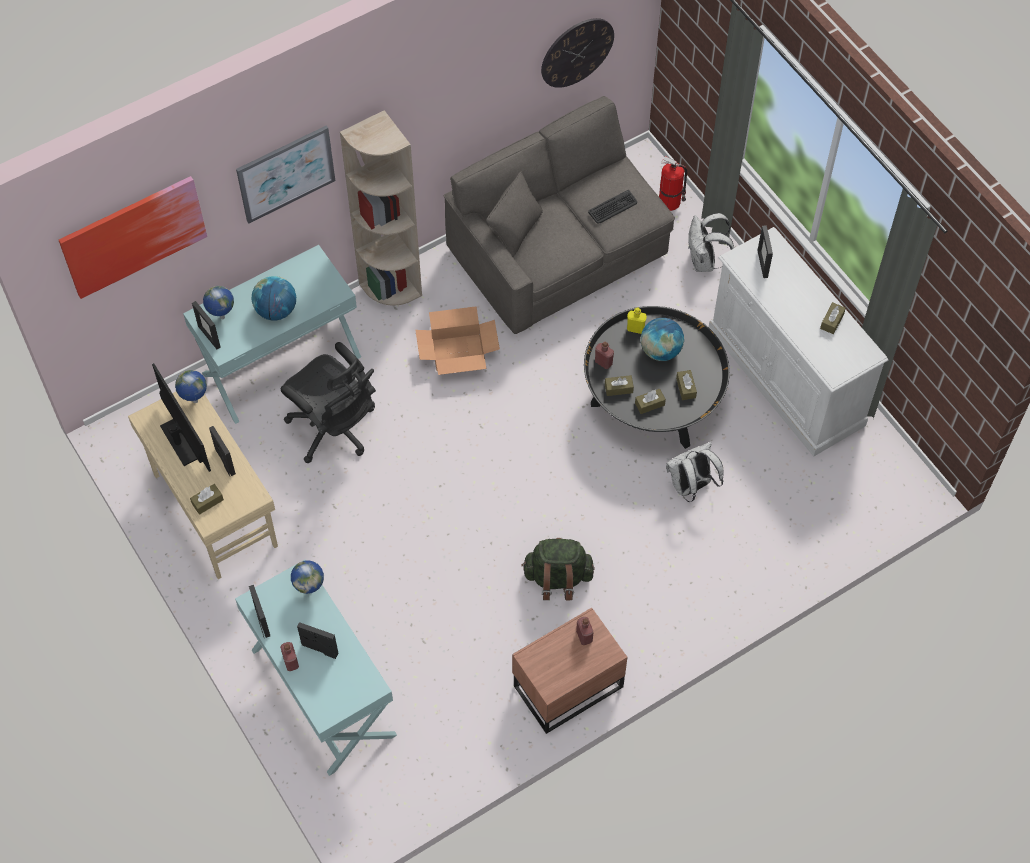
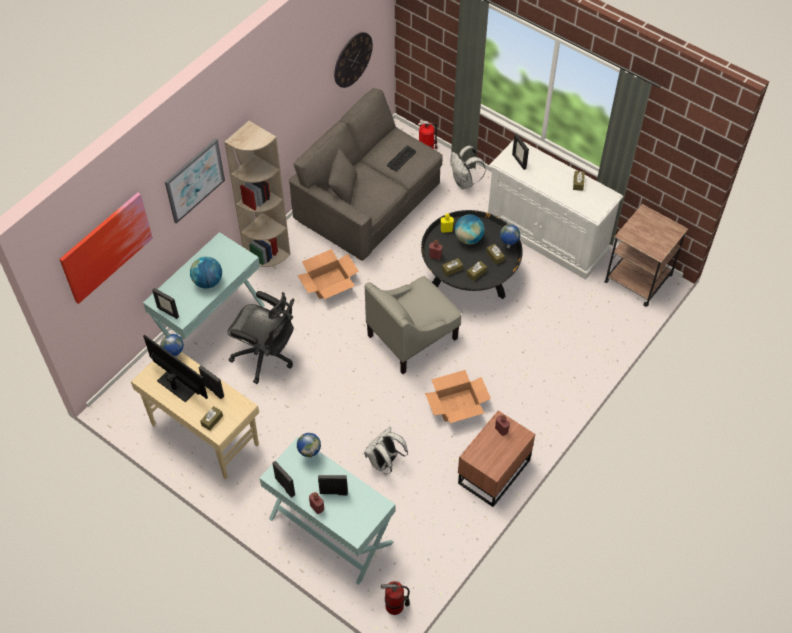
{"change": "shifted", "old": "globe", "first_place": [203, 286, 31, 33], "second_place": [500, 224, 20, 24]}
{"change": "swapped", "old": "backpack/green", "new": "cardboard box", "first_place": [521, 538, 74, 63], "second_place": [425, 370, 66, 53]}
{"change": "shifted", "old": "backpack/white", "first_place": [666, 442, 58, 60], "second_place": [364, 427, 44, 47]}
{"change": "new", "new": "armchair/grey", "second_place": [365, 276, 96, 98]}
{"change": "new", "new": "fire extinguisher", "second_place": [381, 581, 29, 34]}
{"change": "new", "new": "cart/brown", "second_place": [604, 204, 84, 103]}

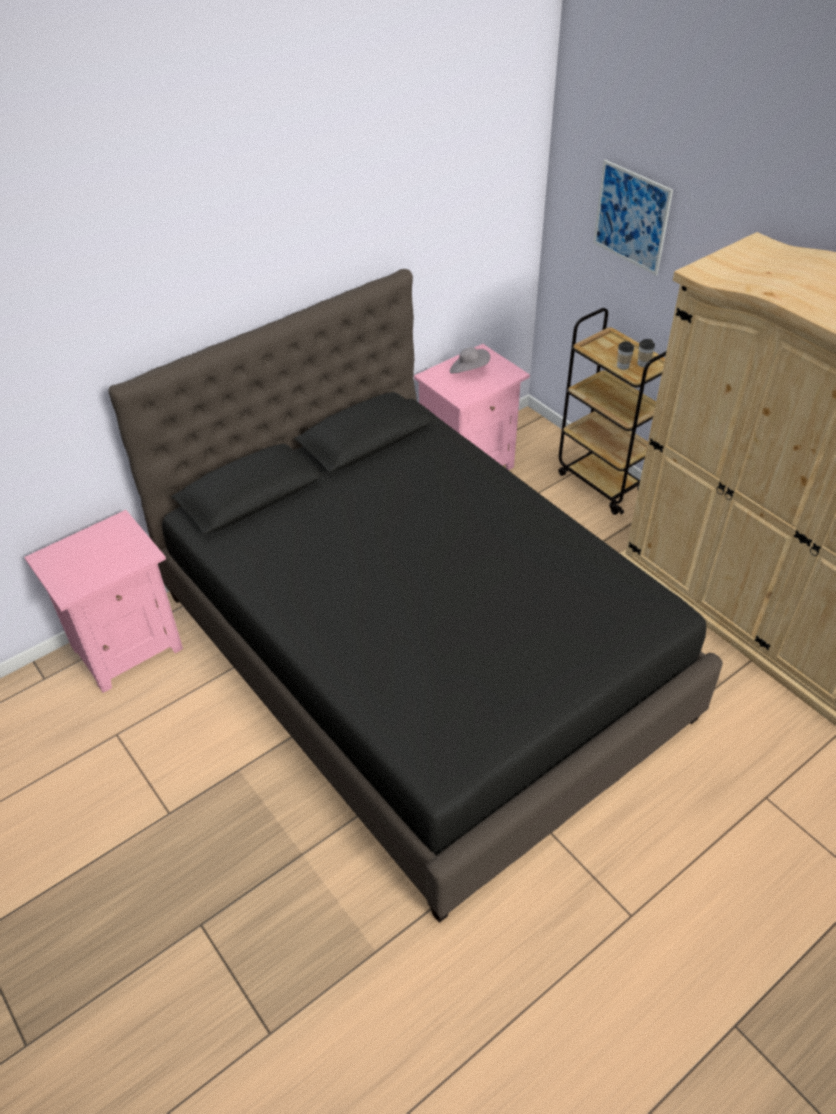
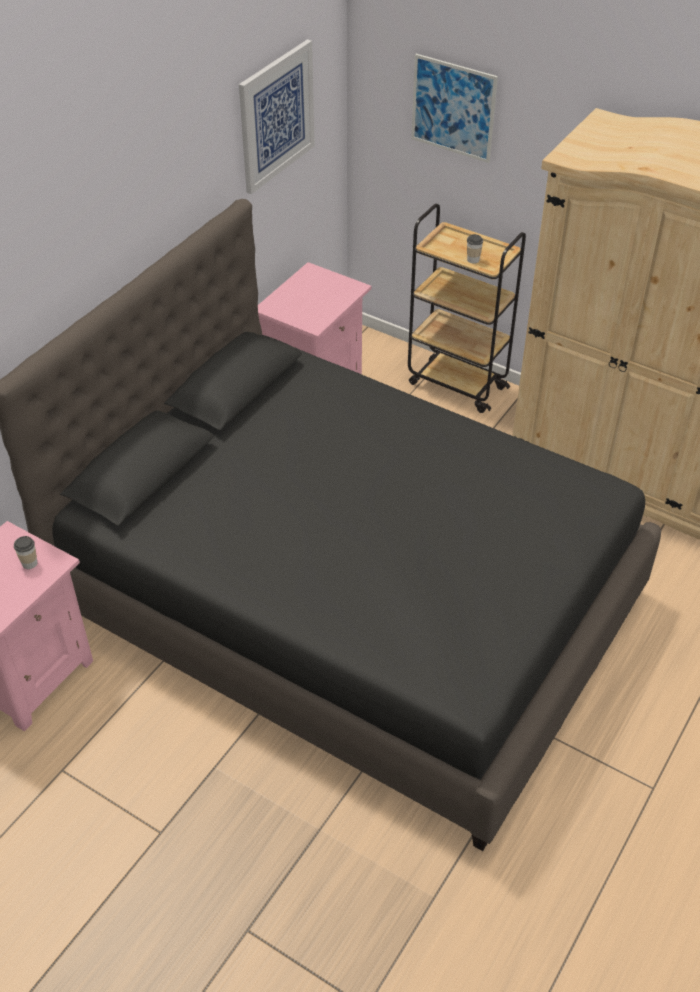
{"change": "gone", "old": "hat/grey", "first_place": [450, 347, 40, 27]}
{"change": "shifted", "old": "cup", "first_place": [638, 339, 17, 28], "second_place": [14, 536, 23, 33]}
{"change": "new", "new": "picture", "second_place": [239, 39, 76, 155]}

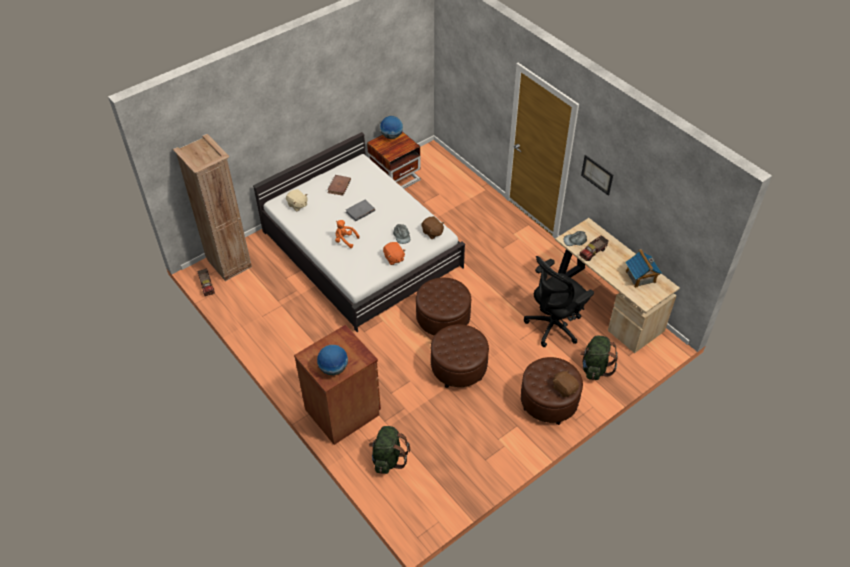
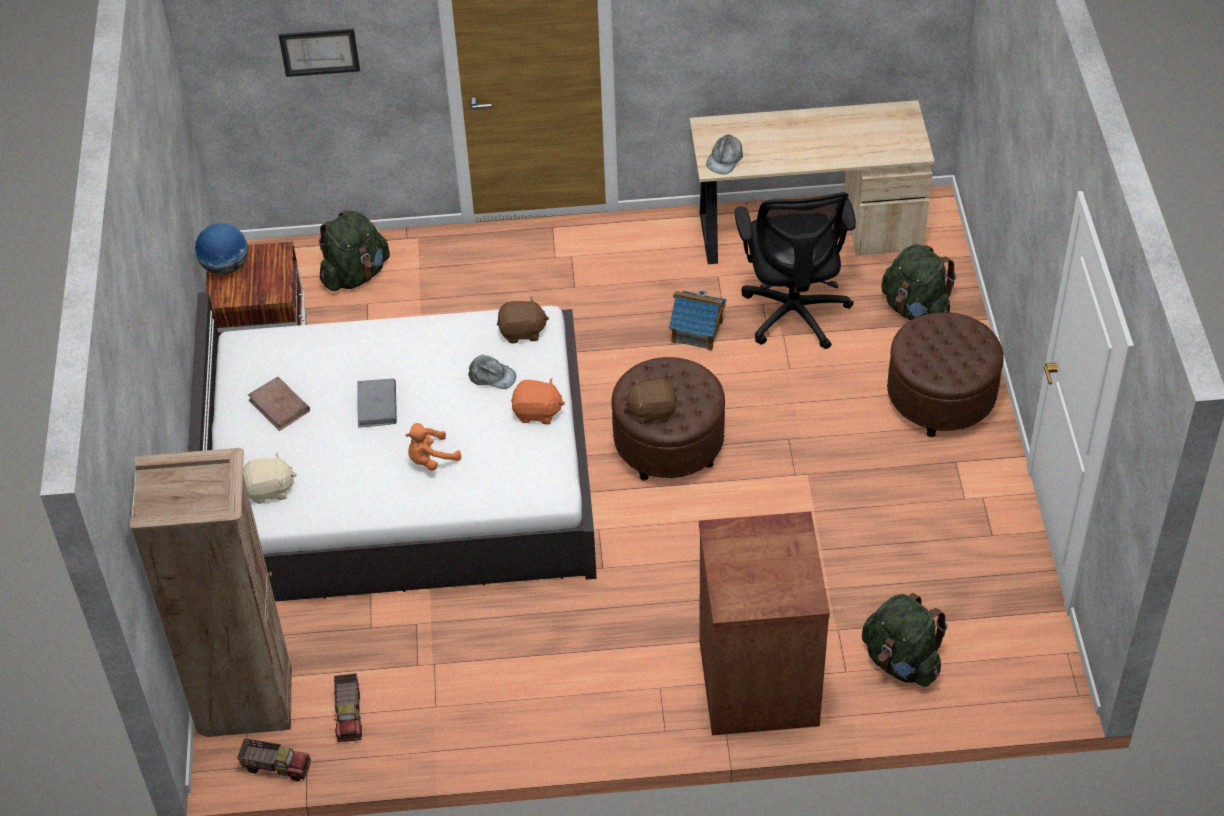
{"change": "gone", "old": "globe", "first_place": [317, 345, 31, 30]}
{"change": "gone", "old": "ottoman/brown", "first_place": [431, 324, 58, 64]}
{"change": "shifted", "old": "plush toy/brown", "first_place": [553, 370, 26, 27], "second_place": [624, 379, 53, 45]}
{"change": "shifted", "old": "toy truck", "first_place": [579, 235, 30, 26], "second_place": [334, 673, 28, 69]}
{"change": "shifted", "old": "picture", "first_place": [581, 155, 32, 41], "second_place": [279, 29, 81, 48]}
{"change": "shifted", "old": "toy house", "first_place": [625, 249, 37, 39], "second_place": [669, 290, 57, 61]}
{"change": "new", "new": "backpack/green", "second_place": [319, 210, 71, 81]}

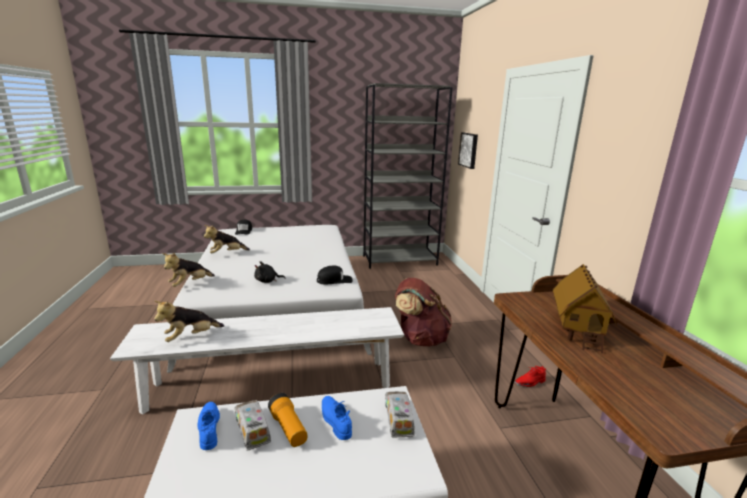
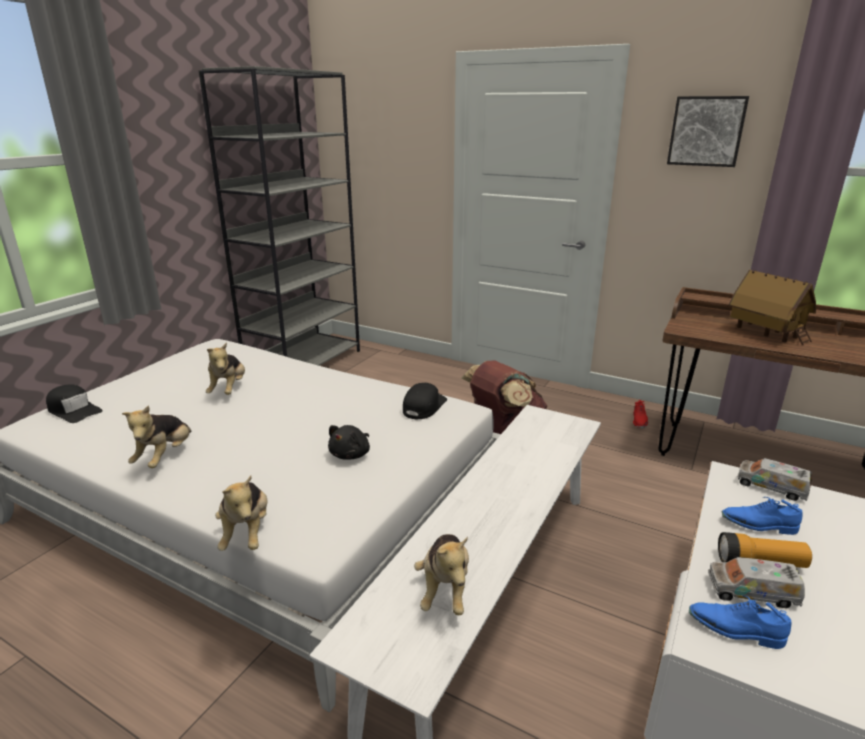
{"change": "shifted", "old": "picture", "first_place": [458, 133, 20, 36], "second_place": [667, 96, 82, 71]}
{"change": "new", "new": "plush toy", "second_place": [206, 342, 39, 53]}

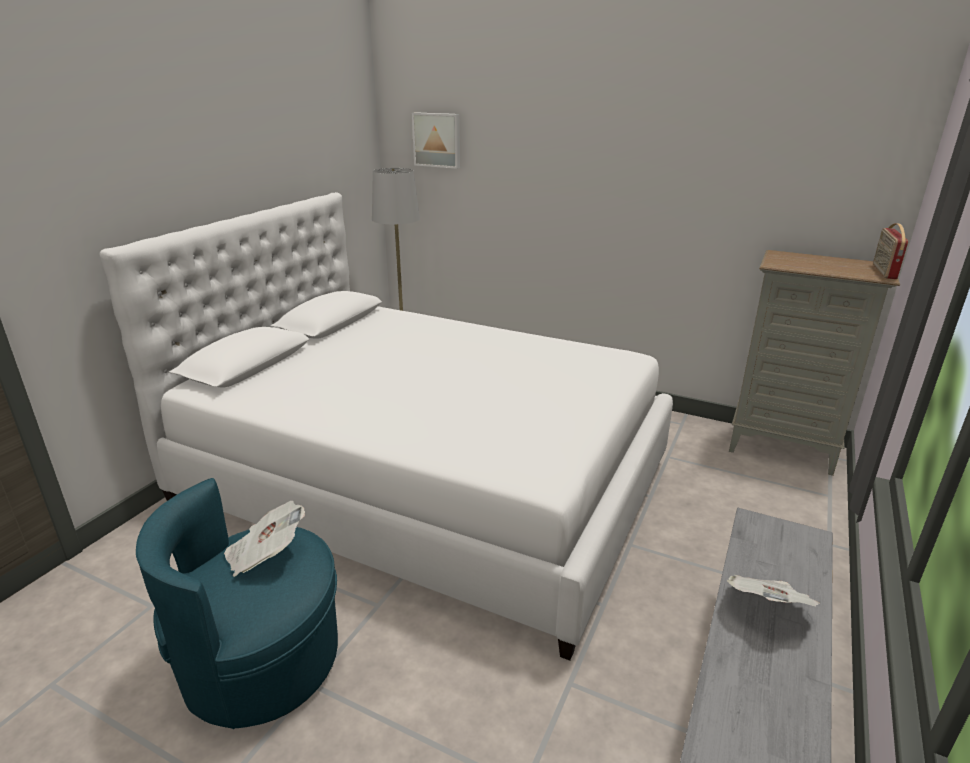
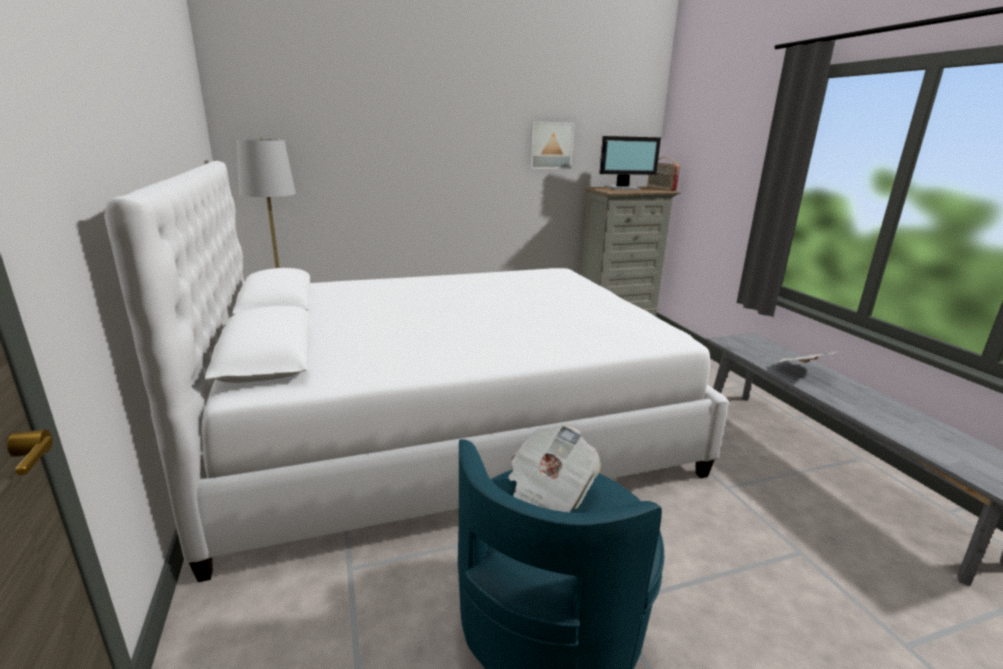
{"change": "shifted", "old": "picture", "first_place": [412, 112, 48, 57], "second_place": [529, 121, 45, 48]}
{"change": "new", "new": "monitor", "second_place": [599, 136, 62, 54]}

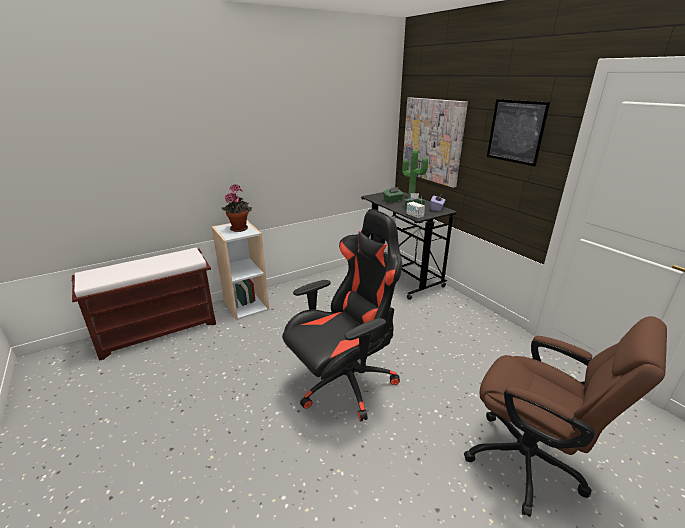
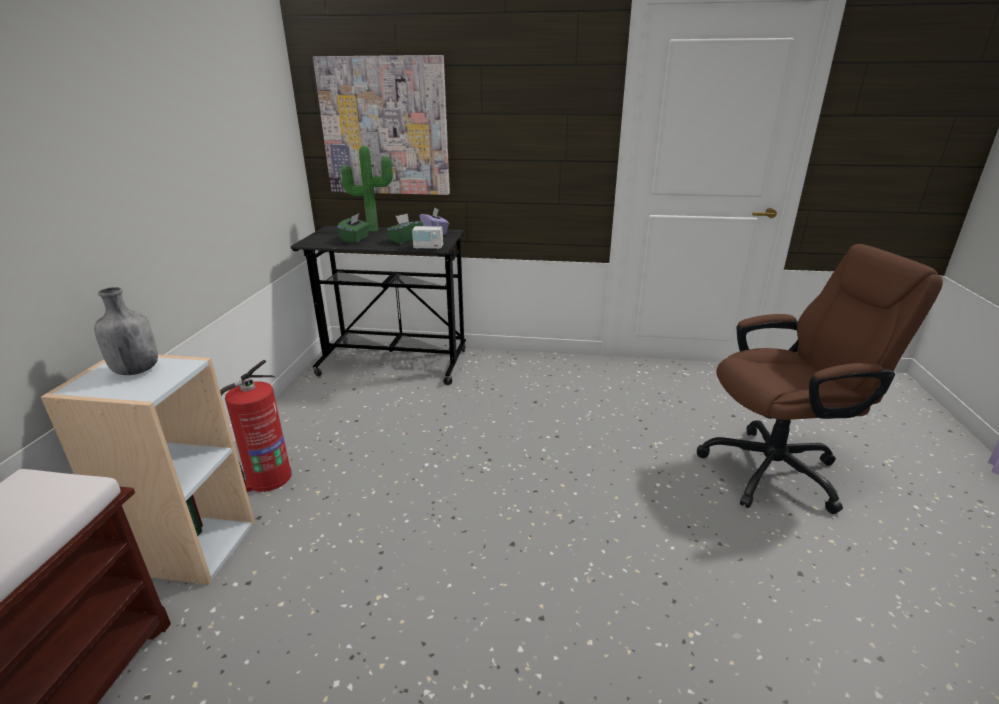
{"change": "swapped", "old": "potted plant", "new": "bottle/grey", "first_place": [222, 184, 30, 48], "second_place": [94, 287, 64, 88]}
{"change": "gone", "old": "office chair/black", "first_place": [282, 209, 120, 212]}
{"change": "gone", "old": "picture", "first_place": [487, 99, 63, 68]}
{"change": "new", "new": "fire extinguisher", "second_place": [220, 360, 72, 132]}

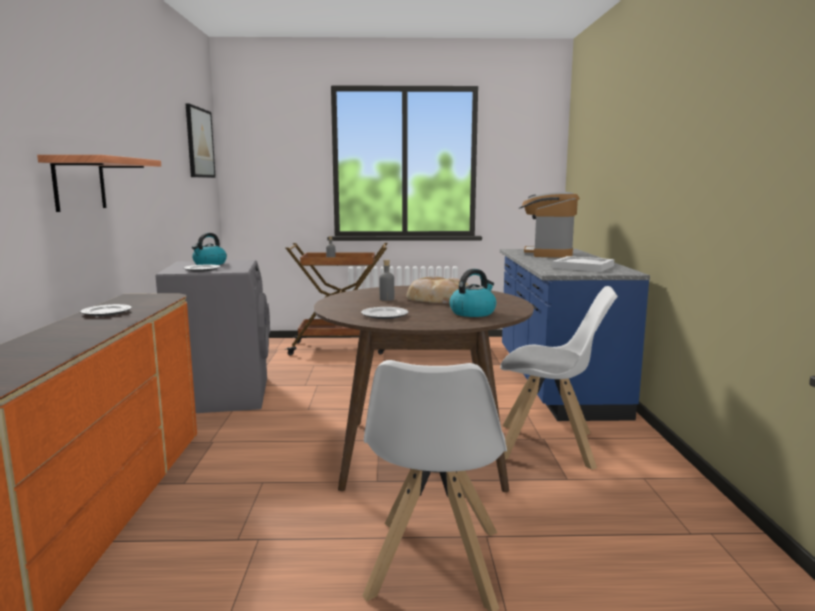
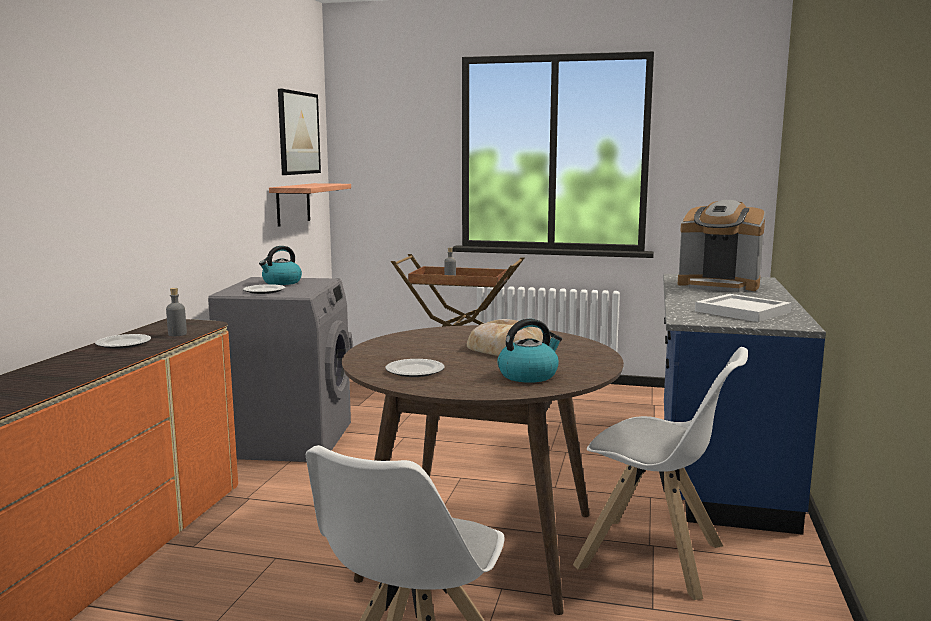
{"change": "shifted", "old": "shelf", "first_place": [37, 155, 124, 57], "second_place": [269, 183, 82, 44]}
{"change": "shifted", "old": "bottle/grey", "first_place": [379, 260, 15, 41], "second_place": [166, 288, 21, 48]}
{"change": "rotated", "old": "coffee machine", "first_place": [519, 192, 61, 66], "second_place": [678, 200, 88, 92], "degrees": -90}

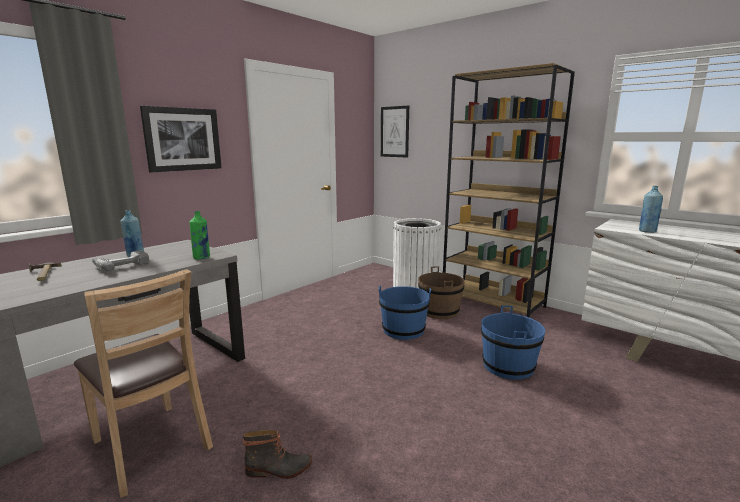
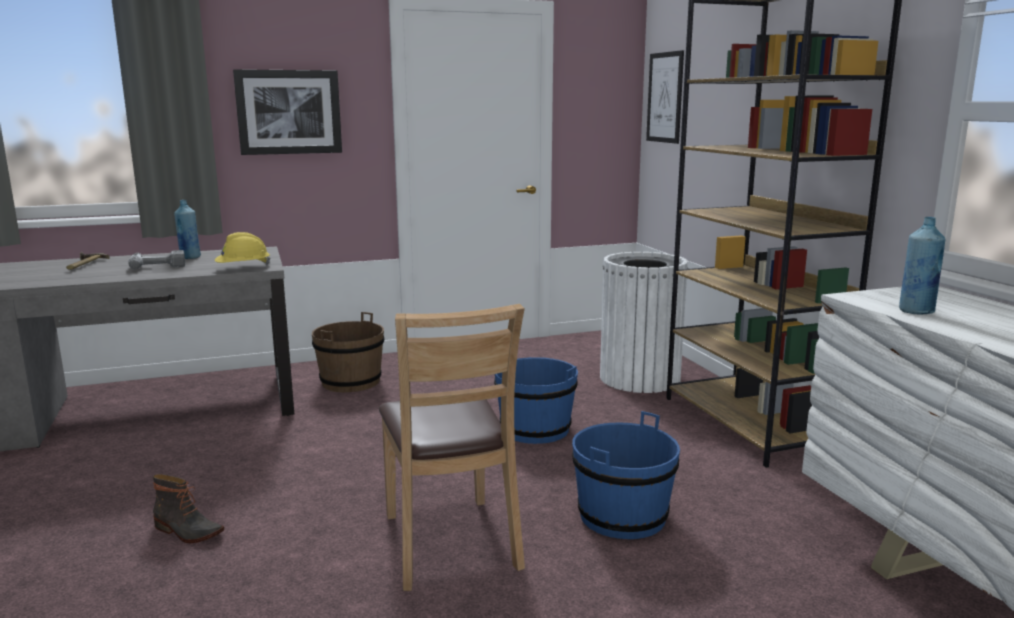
{"change": "shifted", "old": "chair/brown", "first_place": [74, 269, 139, 229], "second_place": [379, 304, 146, 287]}
{"change": "swapped", "old": "bottle/green", "new": "hard hat/yellow", "first_place": [189, 211, 21, 49], "second_place": [215, 232, 55, 33]}
{"change": "shifted", "old": "bucket/brown", "first_place": [418, 266, 47, 53], "second_place": [312, 312, 72, 80]}

